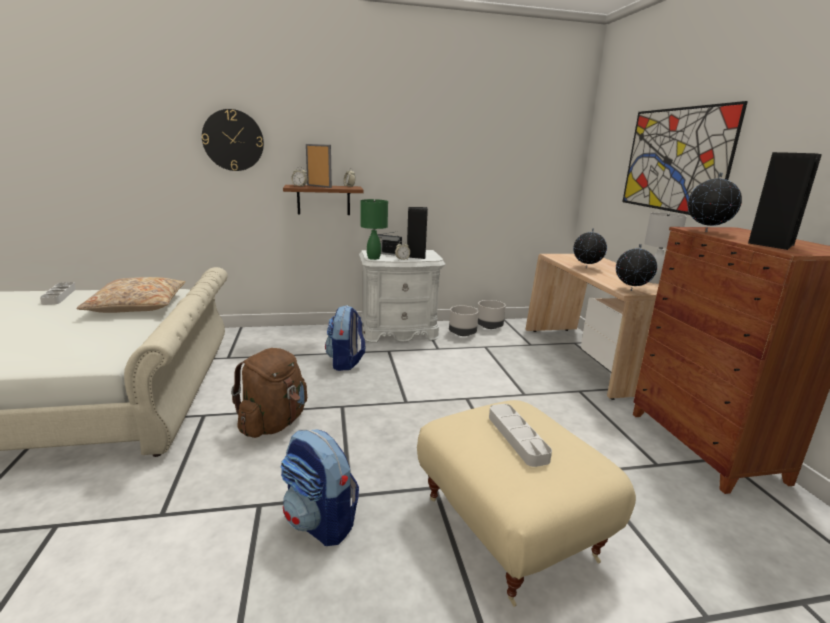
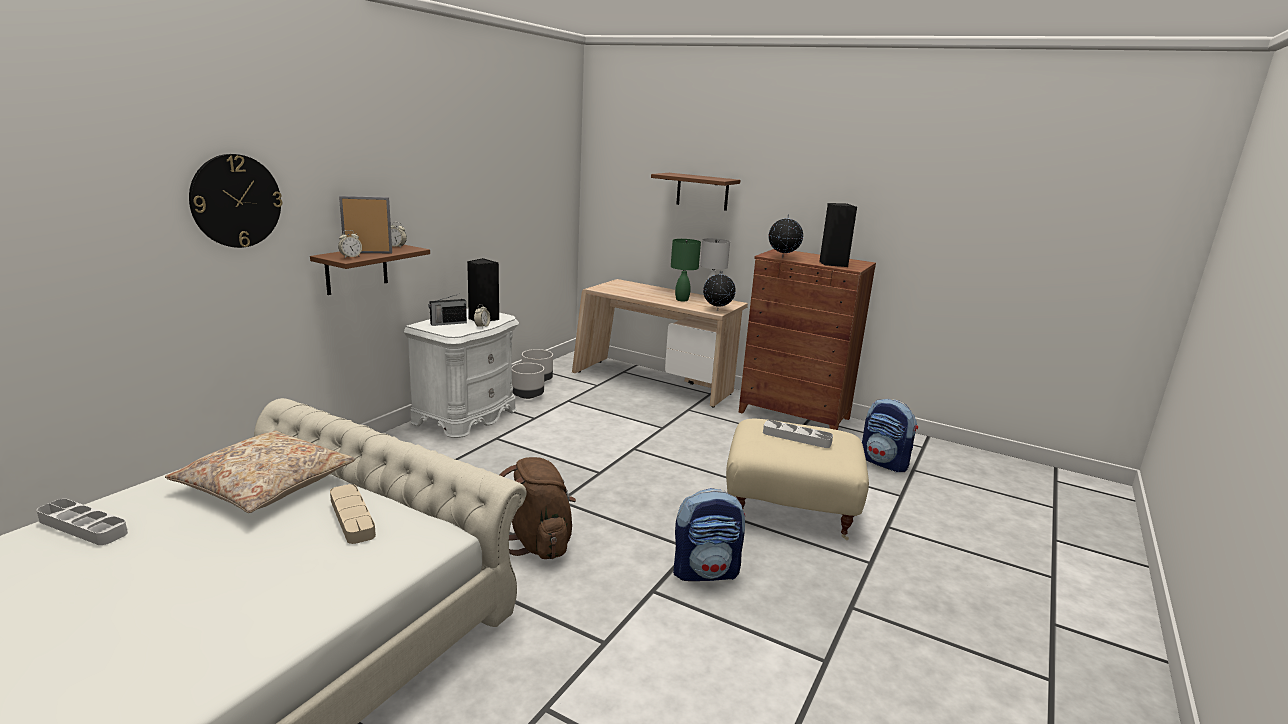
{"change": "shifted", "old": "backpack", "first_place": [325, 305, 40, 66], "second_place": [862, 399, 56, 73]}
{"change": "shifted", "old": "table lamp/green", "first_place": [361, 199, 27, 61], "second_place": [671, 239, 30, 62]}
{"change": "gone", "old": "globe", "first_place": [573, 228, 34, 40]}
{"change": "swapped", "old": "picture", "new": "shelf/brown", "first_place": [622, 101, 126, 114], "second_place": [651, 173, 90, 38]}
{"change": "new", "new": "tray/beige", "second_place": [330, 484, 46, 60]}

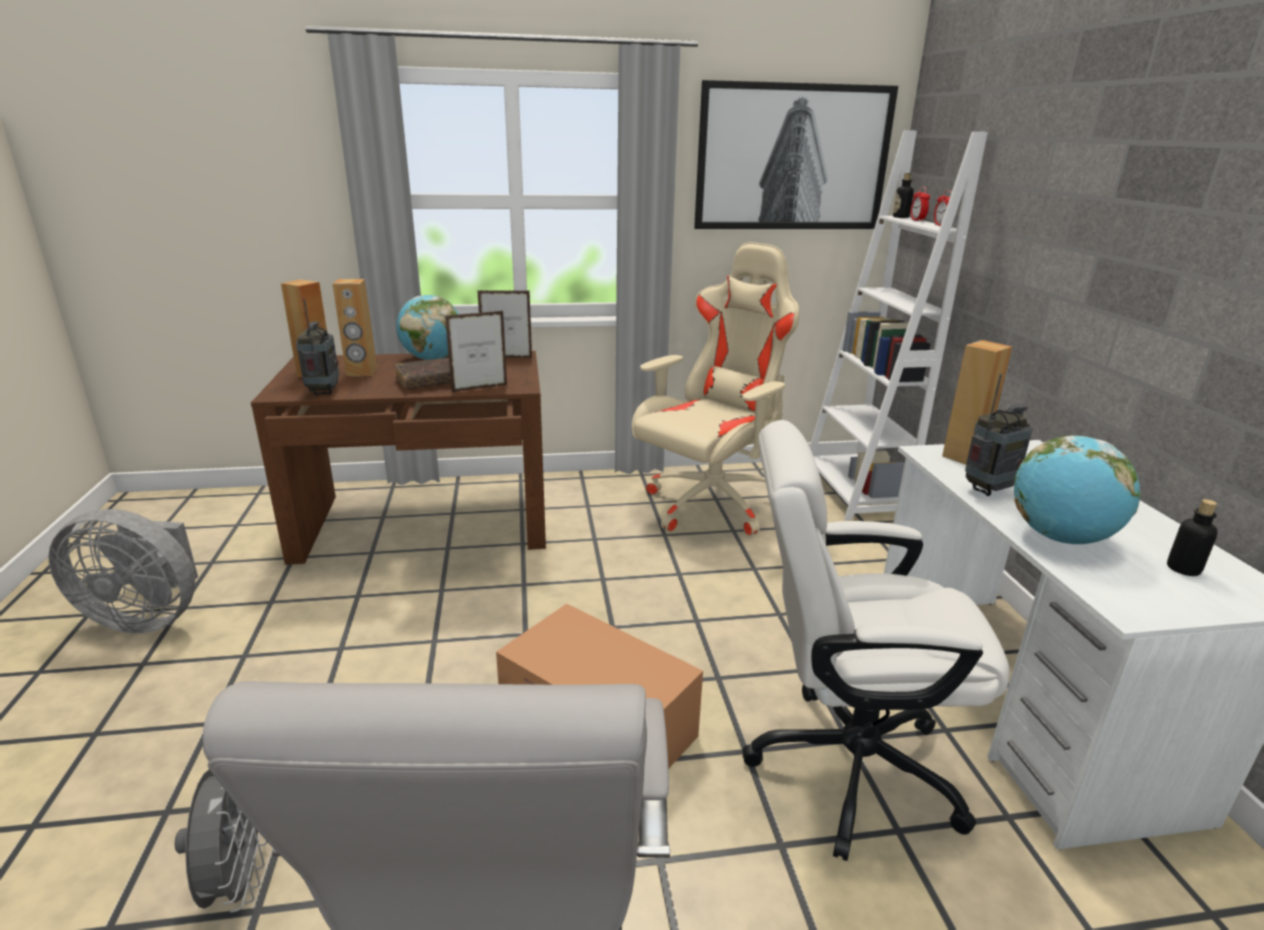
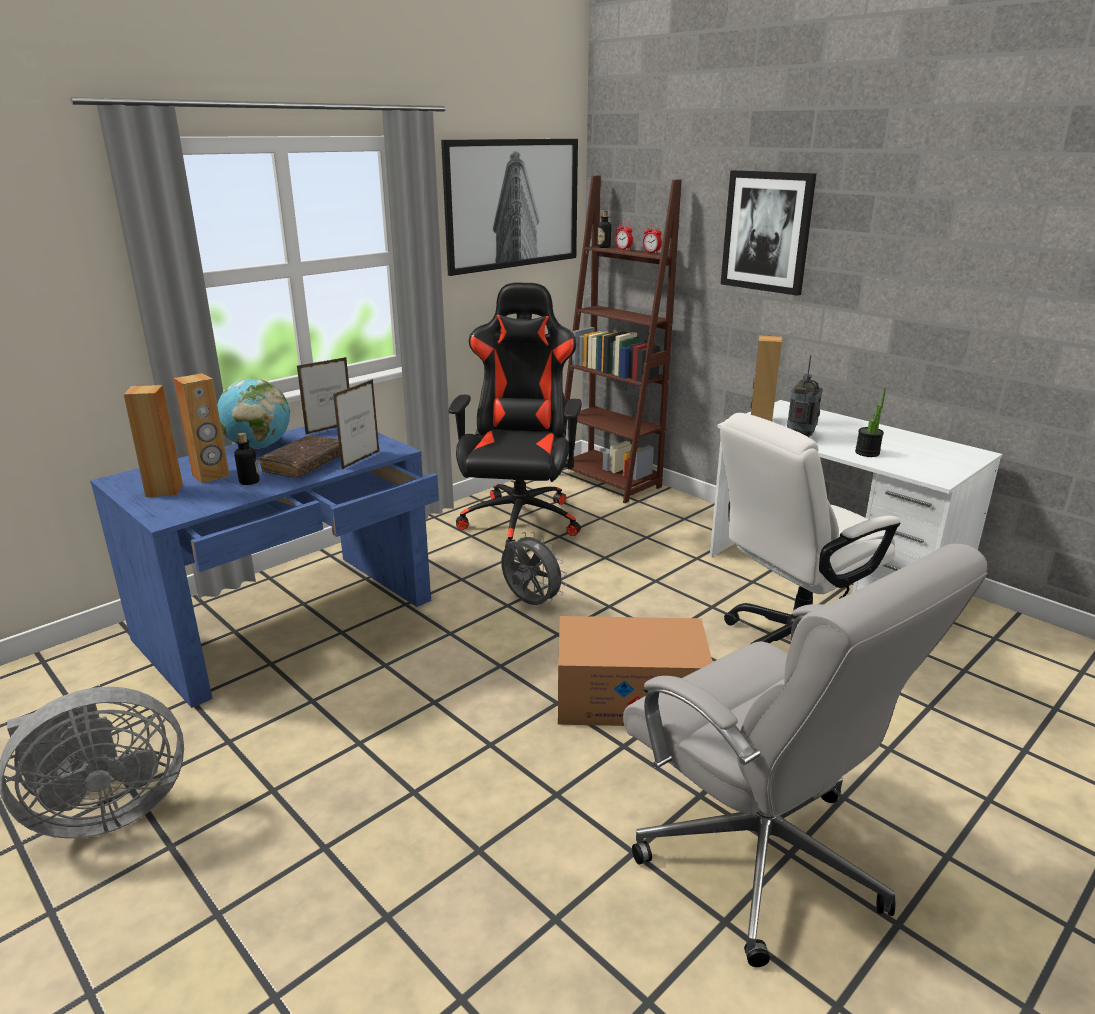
{"change": "shifted", "old": "fan/grey", "first_place": [175, 769, 92, 144], "second_place": [501, 532, 66, 73]}
{"change": "repainted", "old": "desk/brown", "new": "desk/blue", "first_place": [251, 351, 295, 214], "second_place": [90, 426, 349, 282]}
{"change": "gone", "old": "radio", "first_place": [296, 299, 43, 96]}
{"change": "repainted", "old": "office chair/beige", "new": "office chair/black", "first_place": [632, 242, 167, 293], "second_place": [449, 282, 133, 266]}
{"change": "repainted", "old": "bookcase/white", "new": "bookcase/brown", "first_place": [810, 130, 178, 390], "second_place": [563, 176, 119, 327]}
{"change": "swapped", "old": "globe", "new": "potted plant", "first_place": [1014, 435, 126, 109], "second_place": [855, 387, 31, 70]}
{"change": "shifted", "old": "bottle", "first_place": [1167, 499, 51, 77], "second_place": [234, 433, 25, 52]}
{"change": "new", "new": "picture", "second_place": [721, 170, 95, 126]}

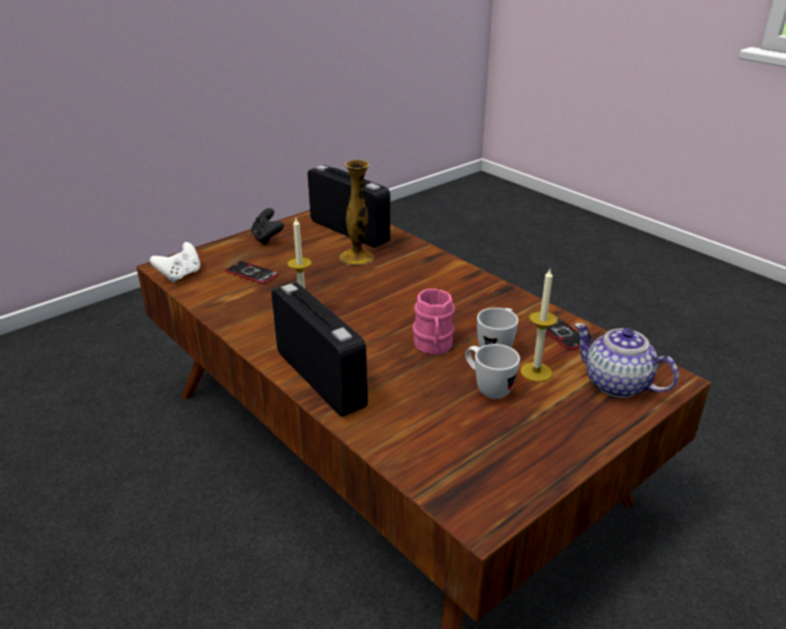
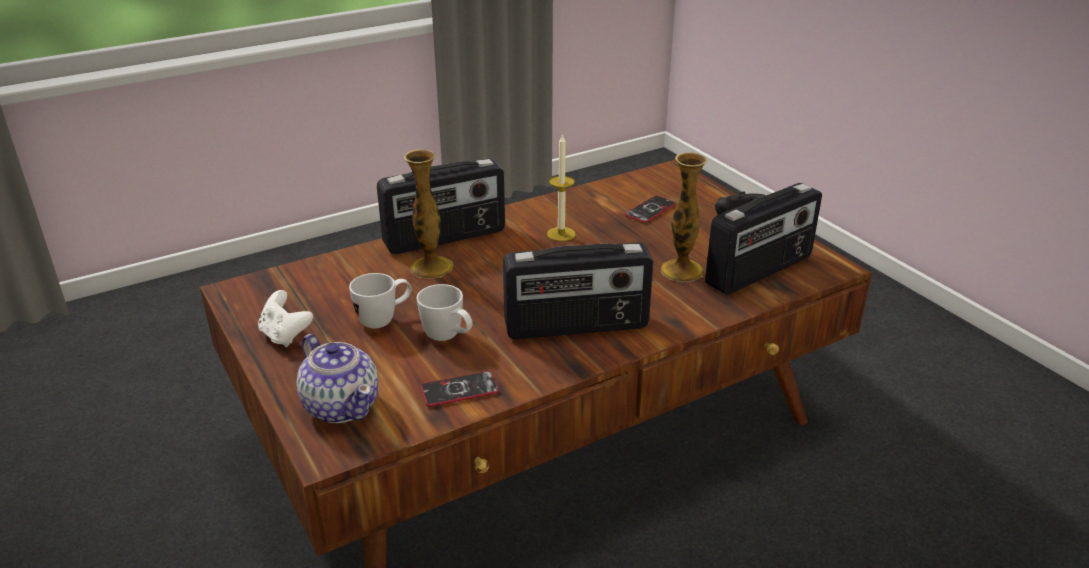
{"change": "shifted", "old": "game controller/white", "first_place": [150, 242, 50, 41], "second_place": [258, 290, 55, 57]}
{"change": "gone", "old": "mug/pink", "first_place": [412, 289, 43, 65]}
{"change": "gone", "old": "candle", "first_place": [520, 269, 38, 113]}
{"change": "rotated", "old": "teapot", "first_place": [574, 323, 105, 75], "second_place": [296, 334, 83, 89], "degrees": 90}
{"change": "new", "new": "vase", "second_place": [404, 149, 49, 130]}
{"change": "new", "new": "radio", "second_place": [503, 242, 150, 98]}

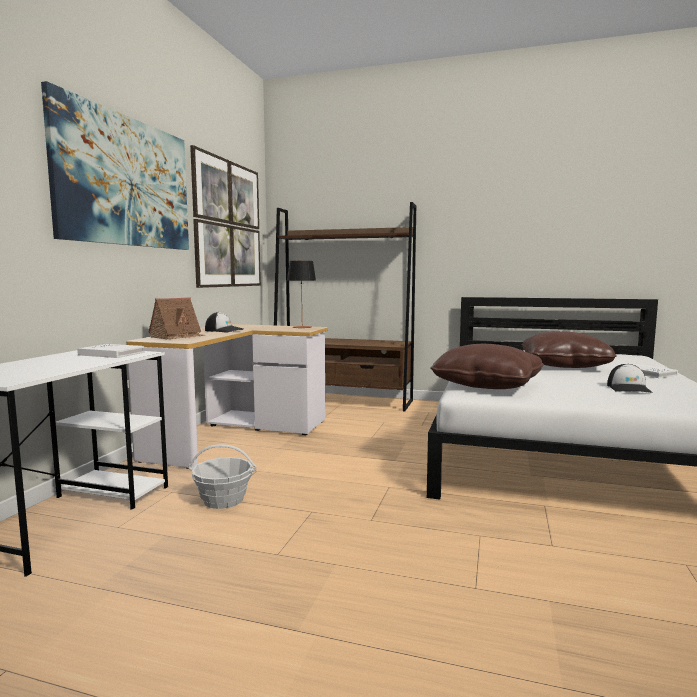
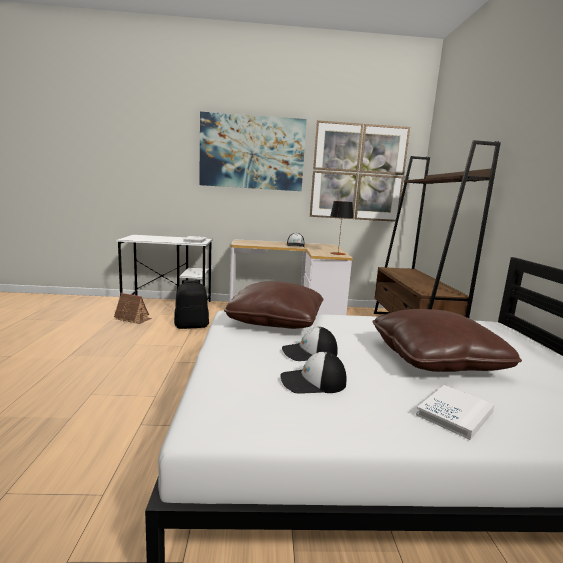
{"change": "shifted", "old": "toy house", "first_place": [148, 297, 58, 43], "second_place": [114, 293, 38, 31]}
{"change": "swapped", "old": "basket", "new": "backpack/black", "first_place": [188, 444, 69, 65], "second_place": [174, 280, 35, 49]}
{"change": "new", "new": "cap", "second_place": [282, 327, 56, 34]}

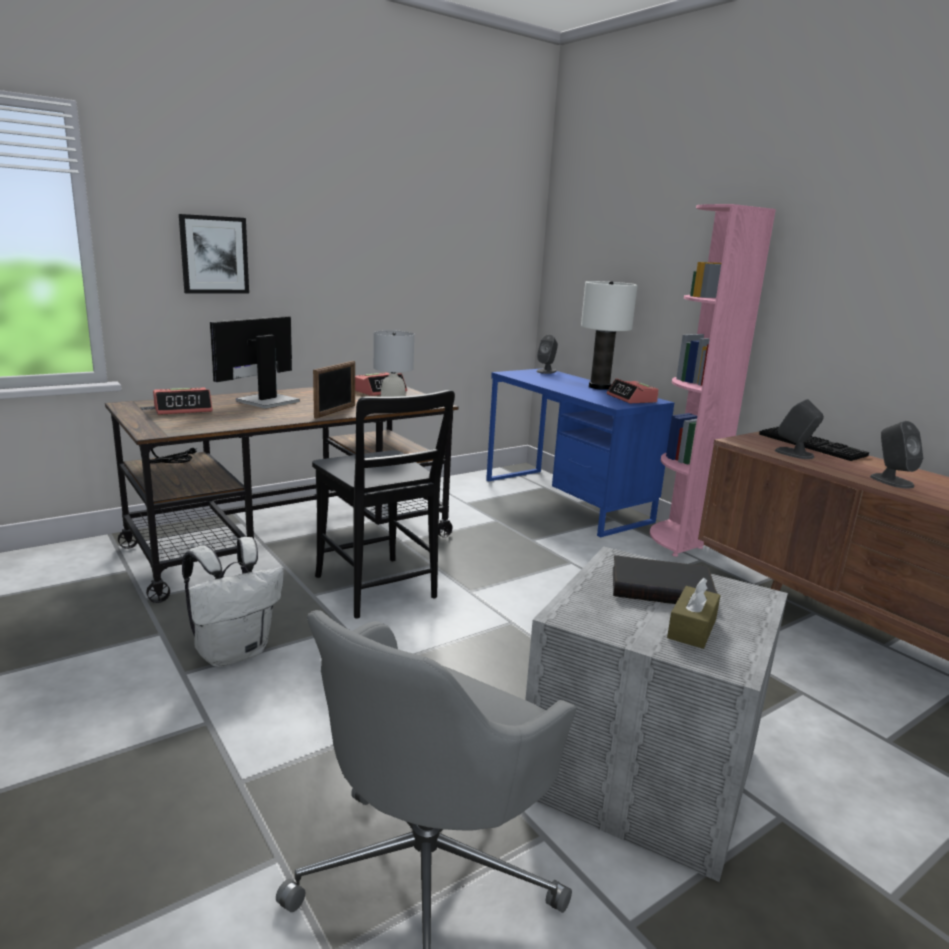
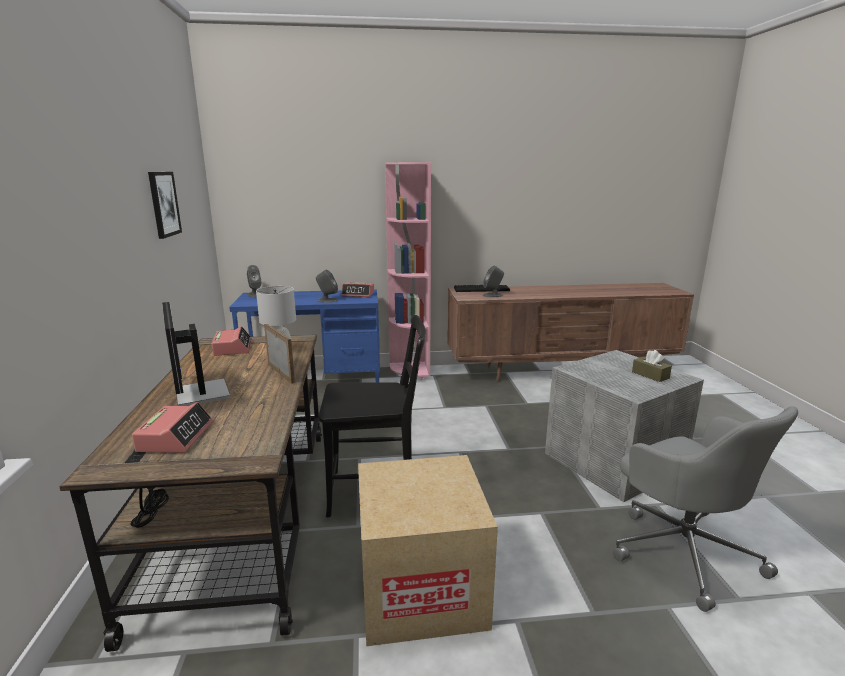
{"change": "shifted", "old": "picture", "first_place": [179, 214, 70, 80], "second_place": [148, 172, 34, 67]}
{"change": "swapped", "old": "backpack/white", "new": "cardboard box", "first_place": [182, 537, 102, 130], "second_place": [358, 455, 140, 191]}
{"change": "gone", "old": "table lamp/white", "first_place": [581, 281, 57, 109]}
{"change": "gone", "old": "book/black", "first_place": [613, 555, 105, 49]}
{"change": "shifted", "old": "speaker/grey", "first_place": [870, 421, 53, 68], "second_place": [316, 270, 23, 33]}

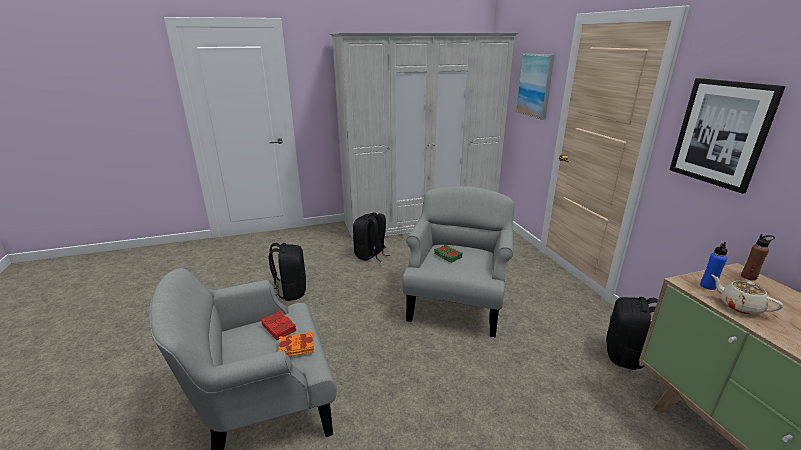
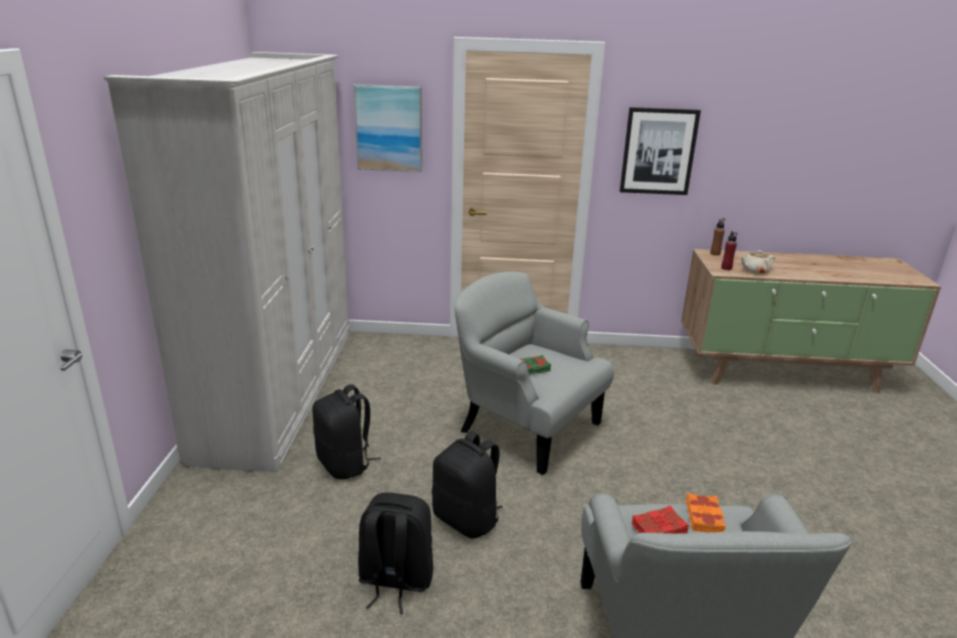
{"change": "shifted", "old": "backpack/black", "first_place": [606, 297, 52, 73], "second_place": [432, 431, 70, 108]}
{"change": "repainted", "old": "bottle/blue", "new": "bottle/red", "first_place": [700, 242, 28, 48], "second_place": [721, 231, 16, 39]}

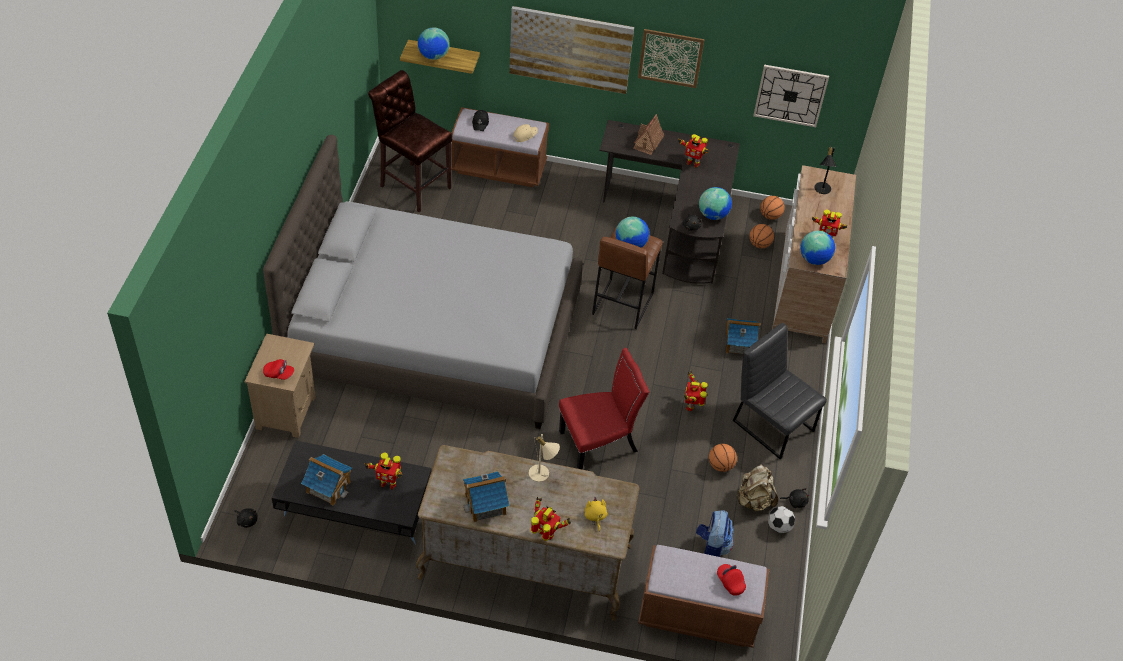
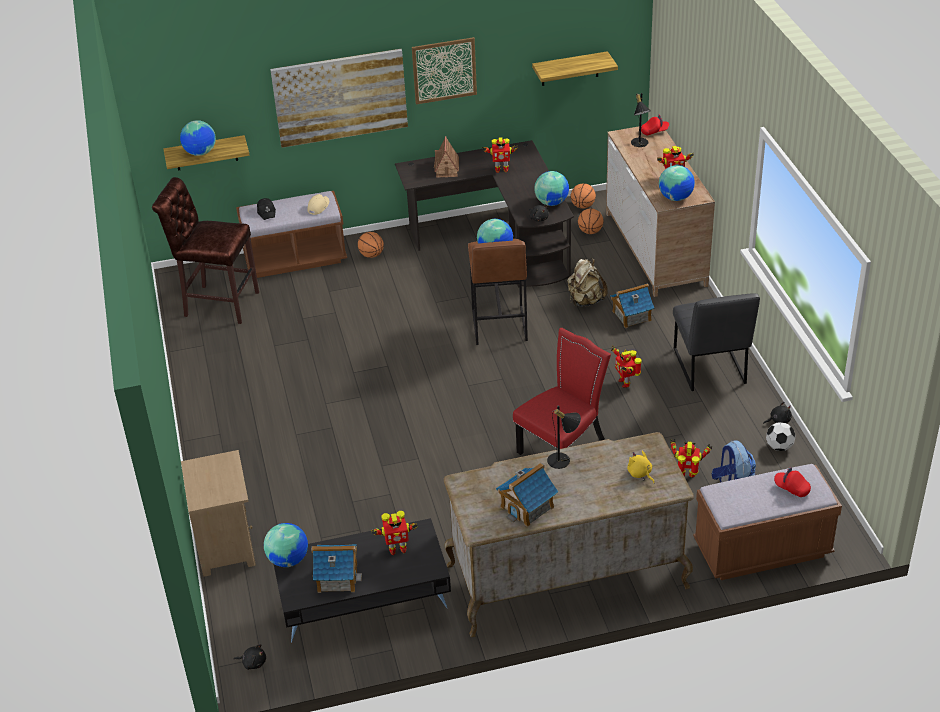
{"change": "gone", "old": "bed/grey", "first_place": [263, 135, 320, 294]}
{"change": "shifted", "old": "cap/red", "first_place": [263, 359, 31, 21], "second_place": [641, 115, 28, 20]}
{"change": "repainted", "old": "table lamp/beige", "new": "table lamp/black", "first_place": [529, 434, 31, 48], "second_place": [547, 406, 34, 63]}
{"change": "shifted", "old": "toy robot", "first_place": [531, 497, 40, 44], "second_place": [670, 439, 43, 39]}
{"change": "shifted", "old": "basketball", "first_place": [709, 444, 28, 28], "second_place": [358, 232, 26, 26]}
{"change": "rotated", "old": "chair/grey", "first_place": [733, 323, 94, 137], "second_place": [673, 294, 87, 97], "degrees": -120}
{"change": "shifted", "old": "backpack/beige", "first_place": [736, 464, 42, 48], "second_place": [567, 259, 41, 48]}
{"change": "swapped", "old": "wall clock", "new": "shelf", "first_place": [753, 65, 76, 62], "second_place": [532, 51, 86, 35]}
{"change": "new", "new": "globe", "second_place": [264, 523, 44, 44]}

